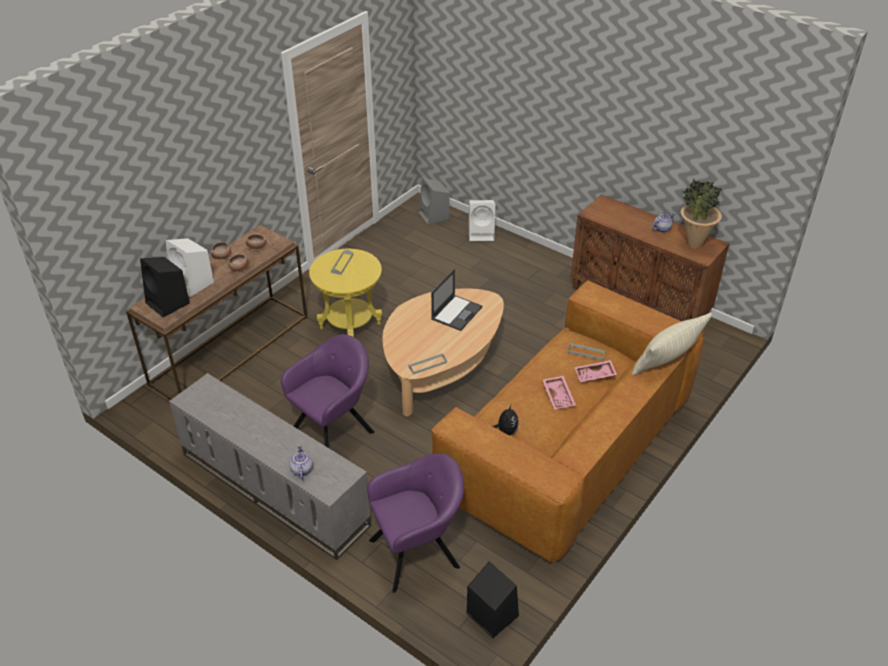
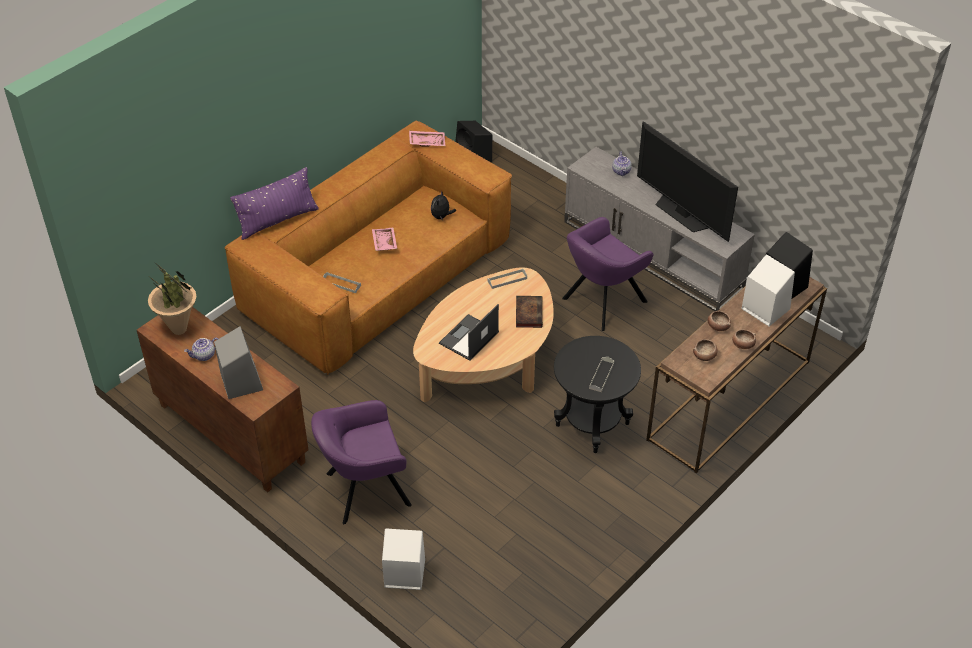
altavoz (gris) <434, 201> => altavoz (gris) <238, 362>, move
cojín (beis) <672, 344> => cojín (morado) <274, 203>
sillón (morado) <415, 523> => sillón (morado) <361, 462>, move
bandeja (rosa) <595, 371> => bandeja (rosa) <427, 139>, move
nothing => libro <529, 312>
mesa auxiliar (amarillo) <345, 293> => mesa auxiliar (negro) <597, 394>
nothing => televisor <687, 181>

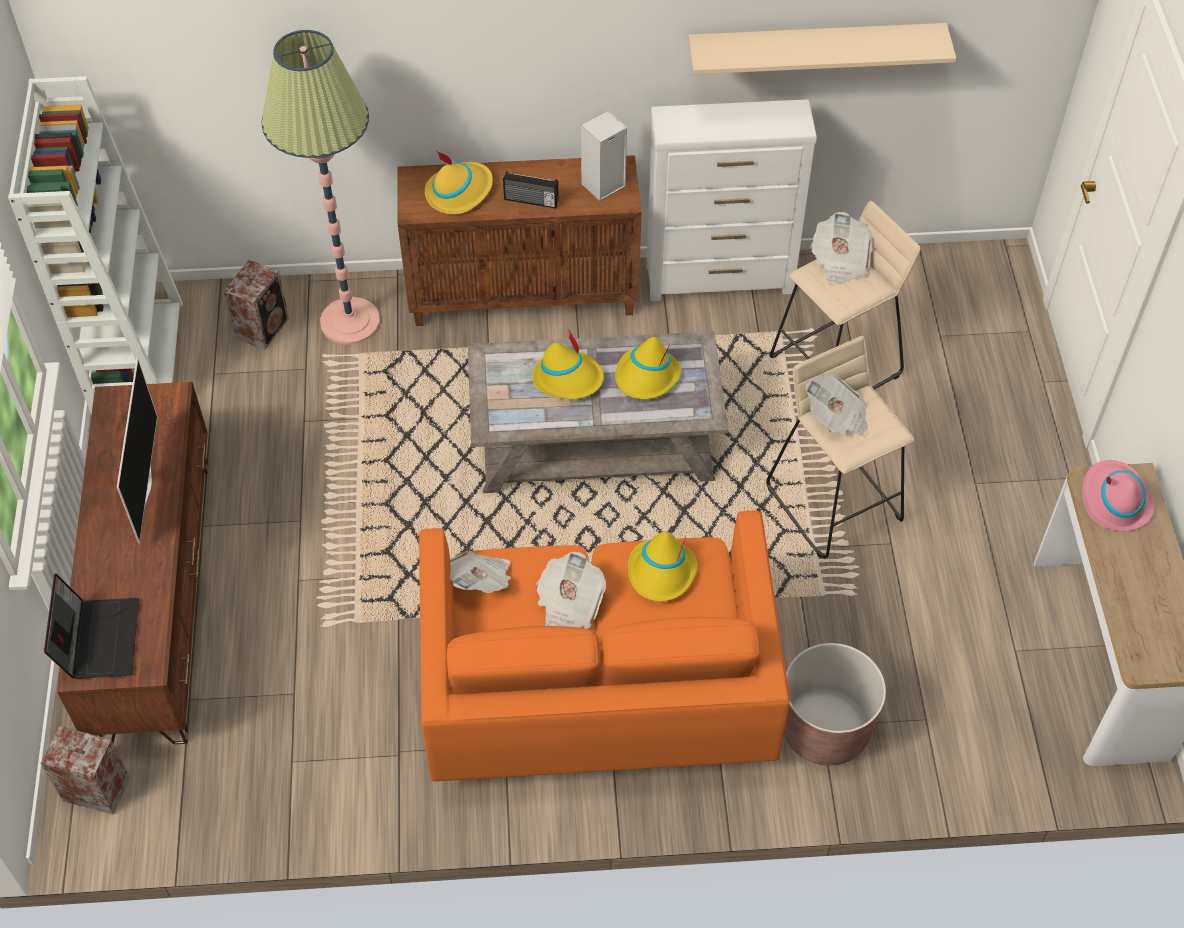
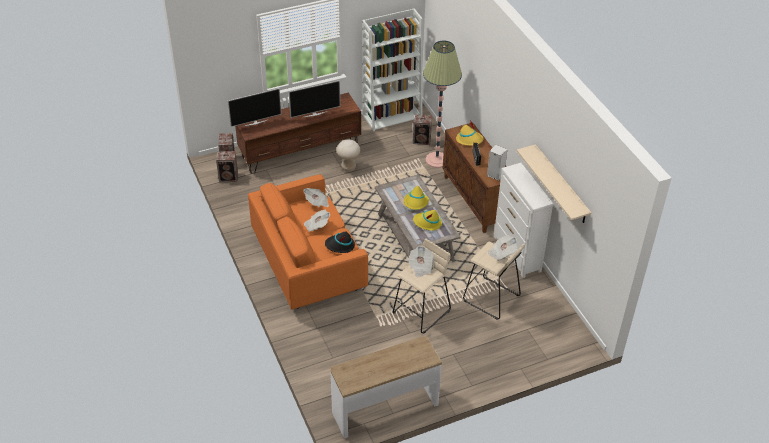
nothing => altavoz <227, 166>
portátil <91, 626> => televisor <254, 107>
sombrero (amarillo) <662, 566> => sombrero (negro) <340, 242>
nothing => taburete (beis) <348, 155>
maceta (marrón) <835, 704> => nothing
sombrero (rosa) <1118, 495> => nothing

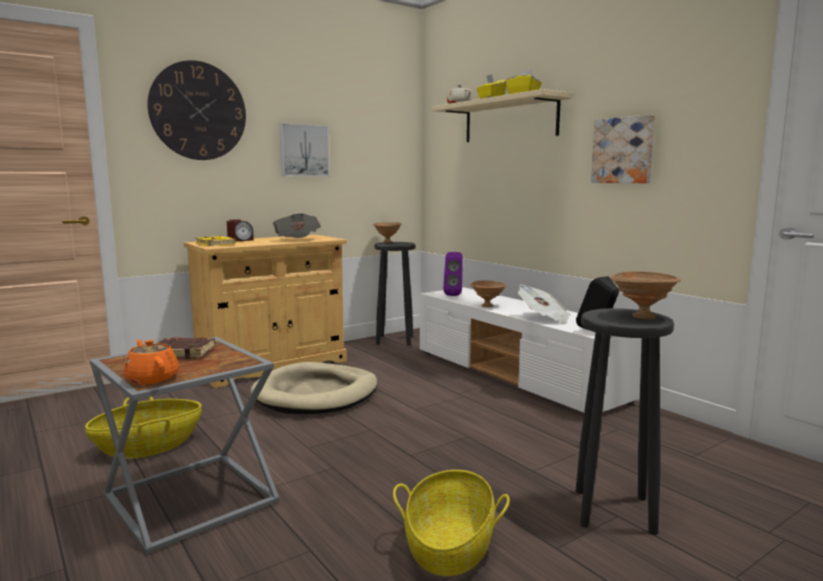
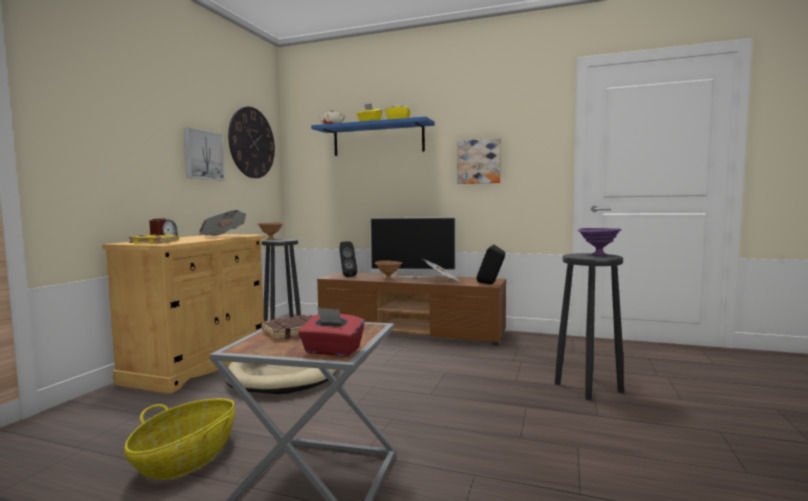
reloj de pared <197, 110> => reloj de pared <251, 142>, move
tetera (naranja) <151, 362> => caja de pañuelos (rojo) <331, 331>
estante (beis) <502, 115> => estante (azul) <373, 136>
mueble de televisión (blanco) <531, 349> => mueble de televisión (marrón) <411, 308>
altavoz (morado) <453, 274> => altavoz (negro) <348, 259>
nothing => televisor <413, 247>
cuenco (marrón) <646, 295> => cuenco (morado) <599, 242>
cesta <451, 523> => nothing

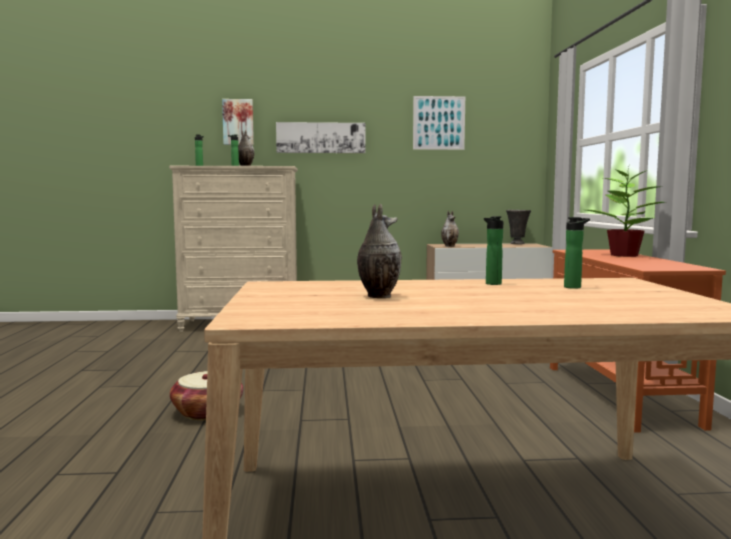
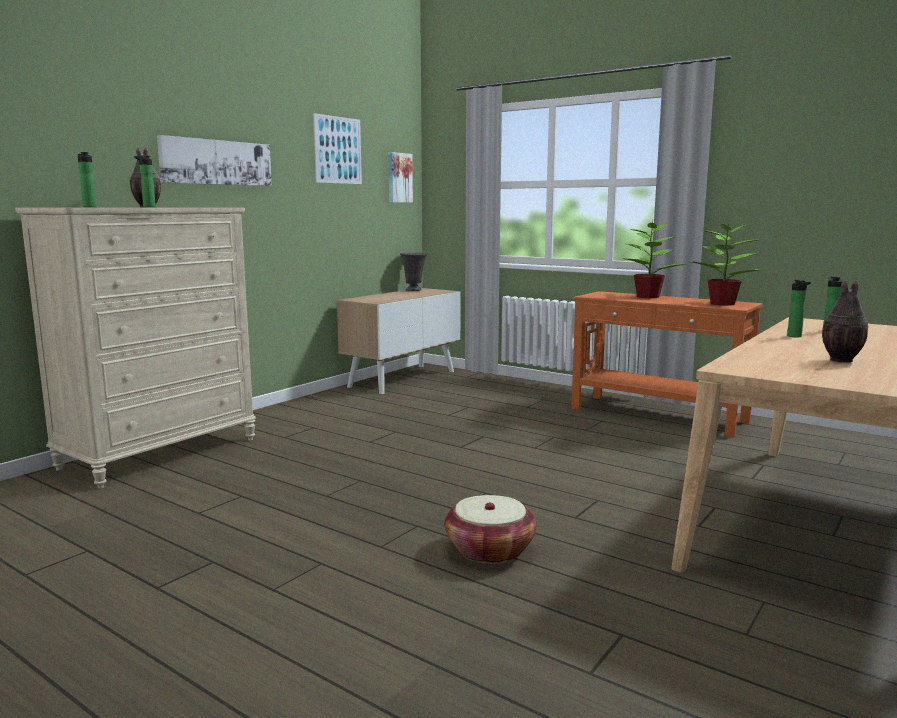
cuadro <238, 122> => cuadro <400, 177>, move
nothing => planta en maceta <724, 262>
florero <450, 229> => nothing

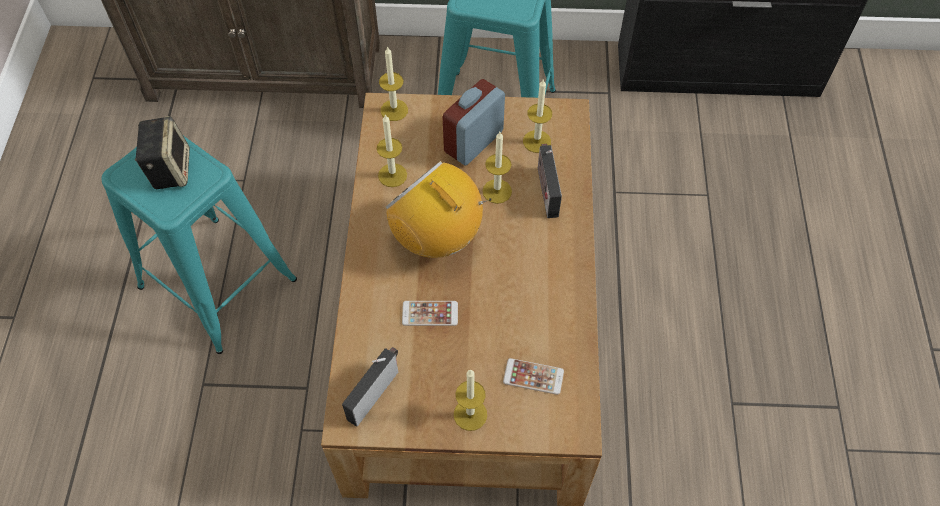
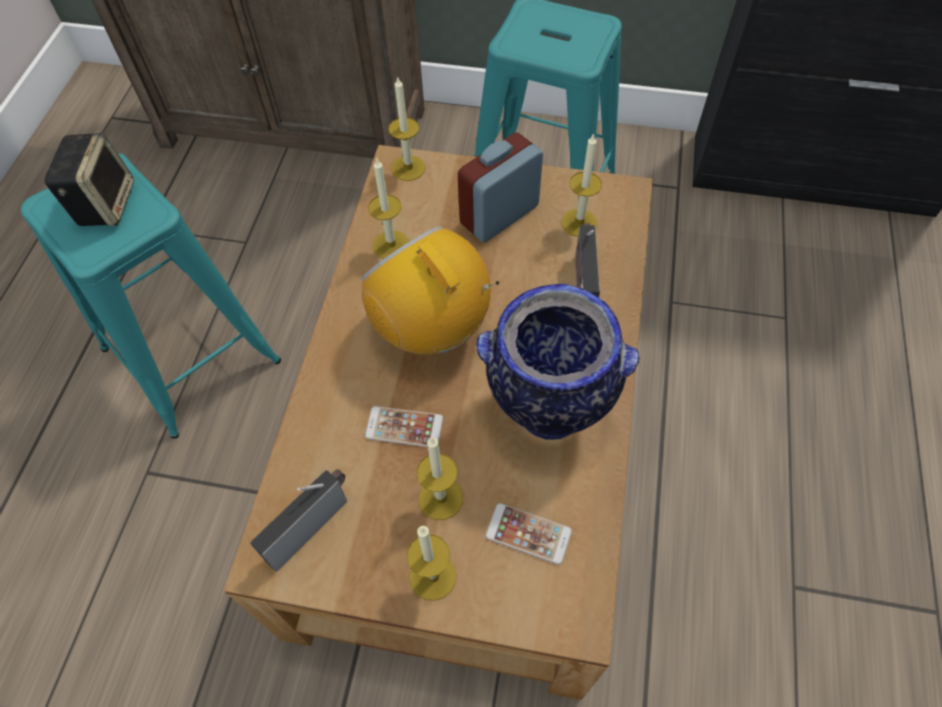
vela <497, 168> => vela <440, 478>, move
nothing => florero <557, 362>

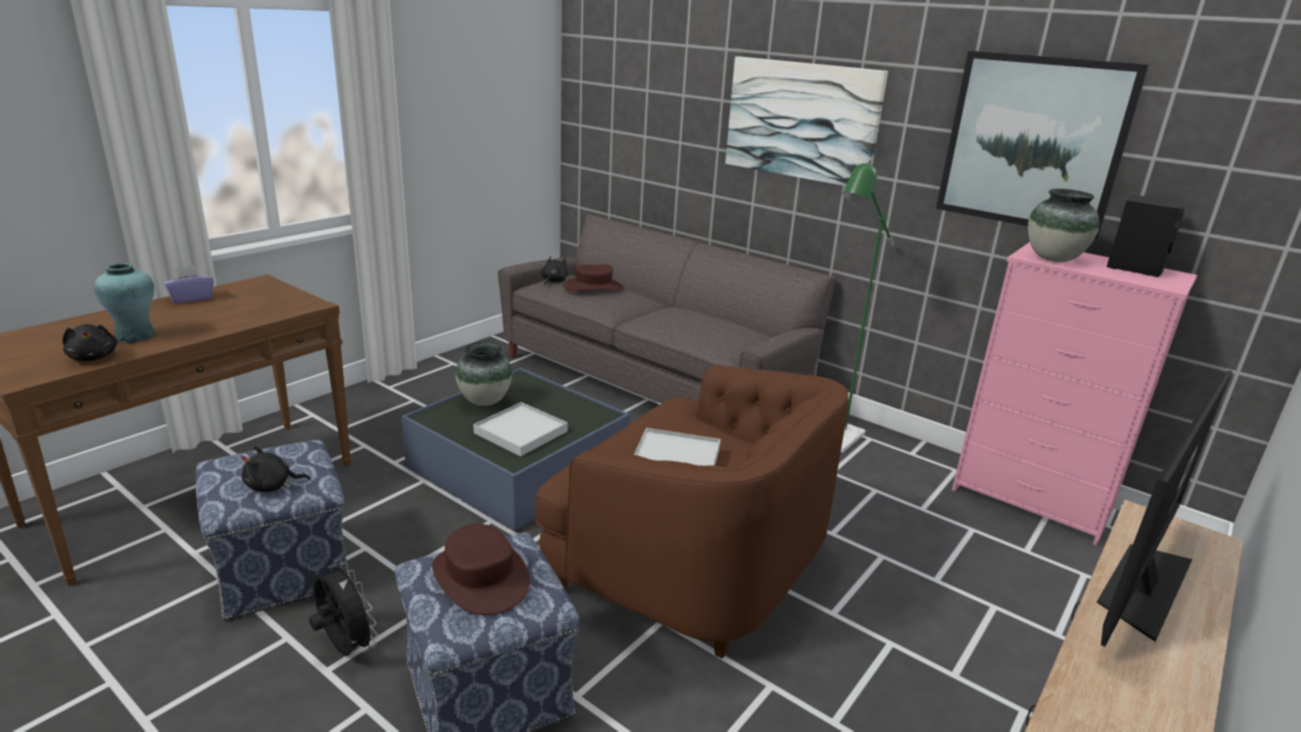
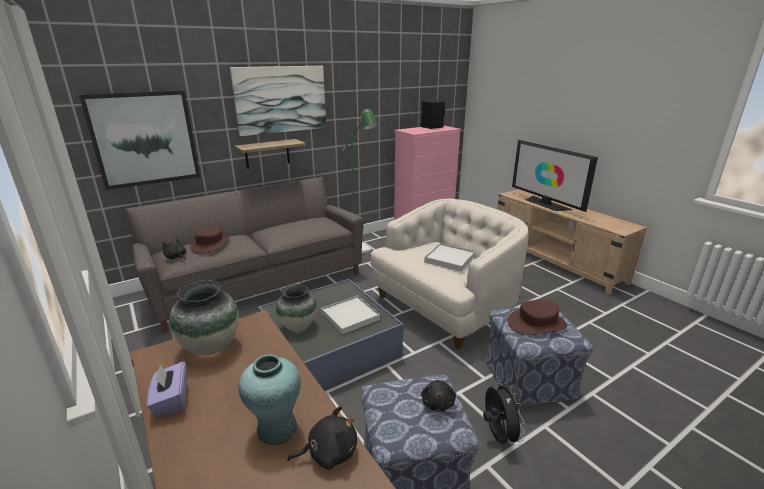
cuadro <1042, 145> => cuadro <139, 140>, move
florero <1063, 225> => florero <204, 318>, move
nothing => estante <270, 154>
sillón (marrón) <691, 512> => sillón (blanco) <450, 274>
ventilador (negro) <343, 607> => ventilador (negro) <504, 414>, 105 degrees clockwise

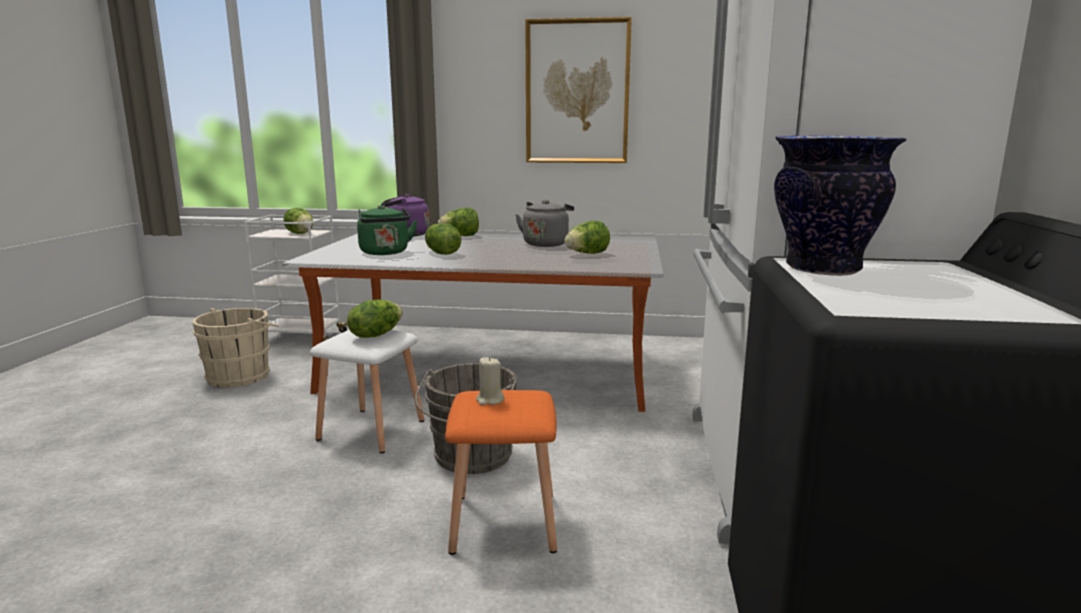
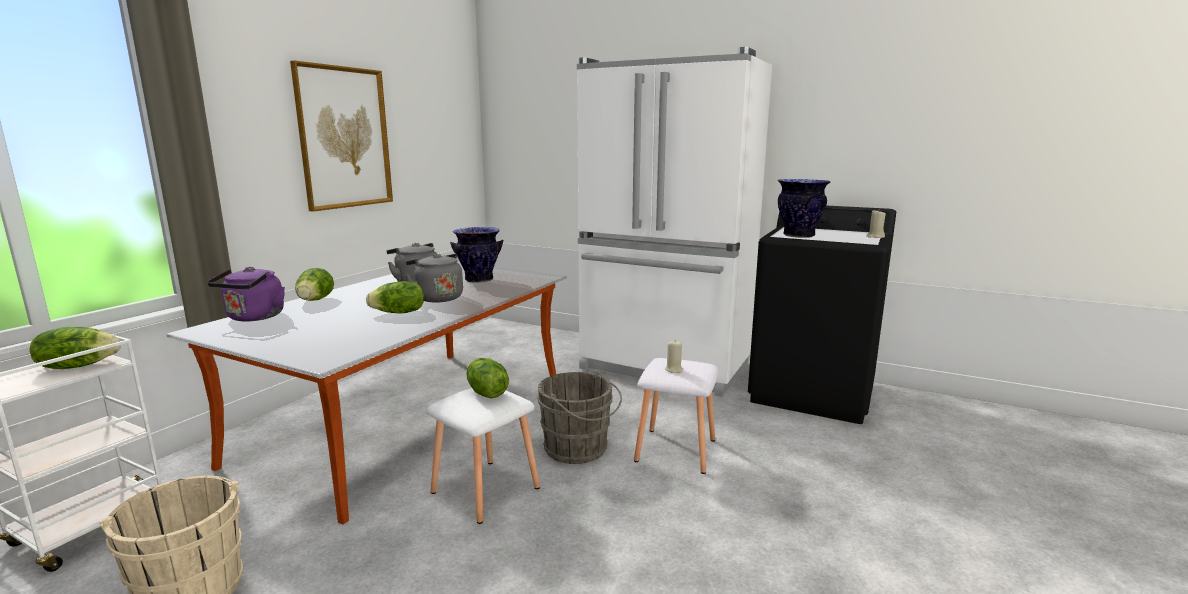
nothing => hervidor (gris) <434, 277>
lechuga <587, 237> => florero <476, 255>
taburete (naranja) <501, 472> => taburete (blanco) <676, 416>
nothing => vela (beis) <876, 224>
hervidor (verde) <387, 230> => nothing

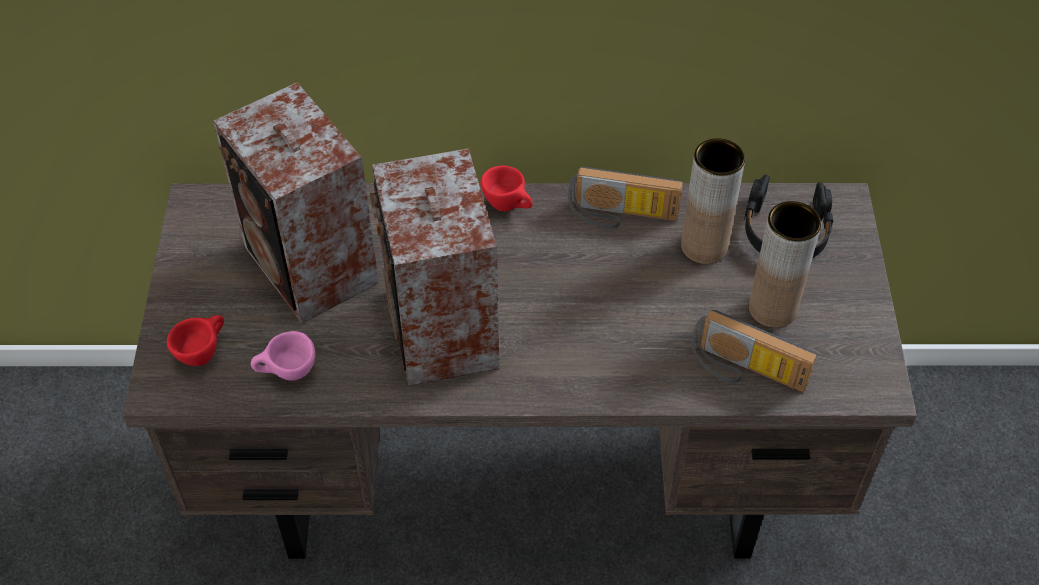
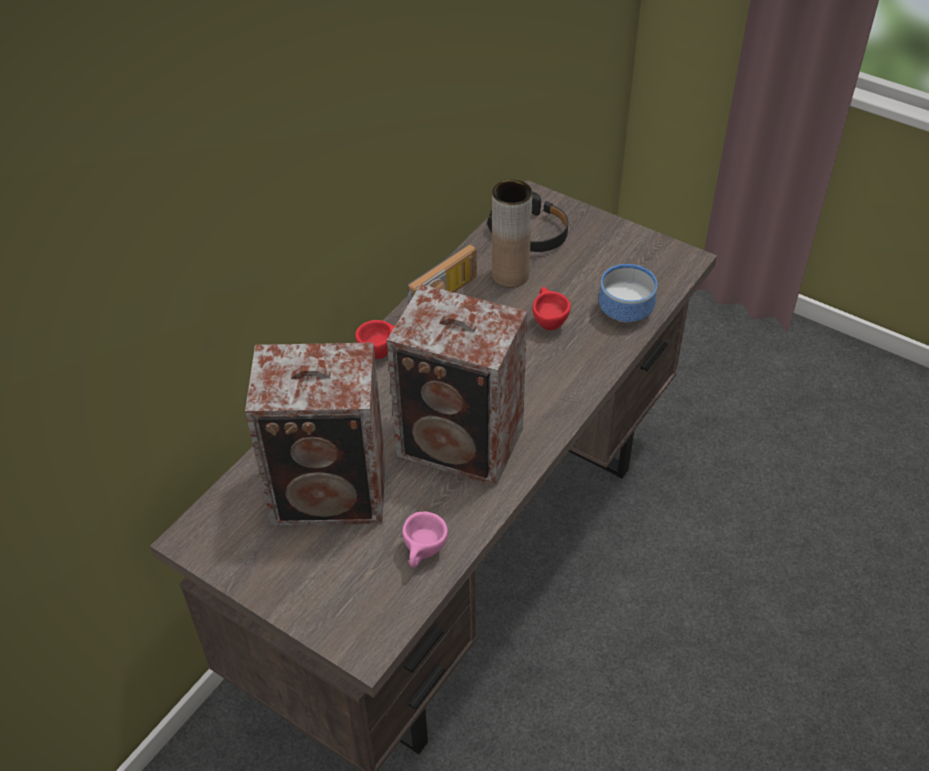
taza (rojo) <195, 340> => taza (rojo) <552, 308>, move
radio <754, 351> => cuenco <628, 293>
florero (marrón) <785, 264> => nothing

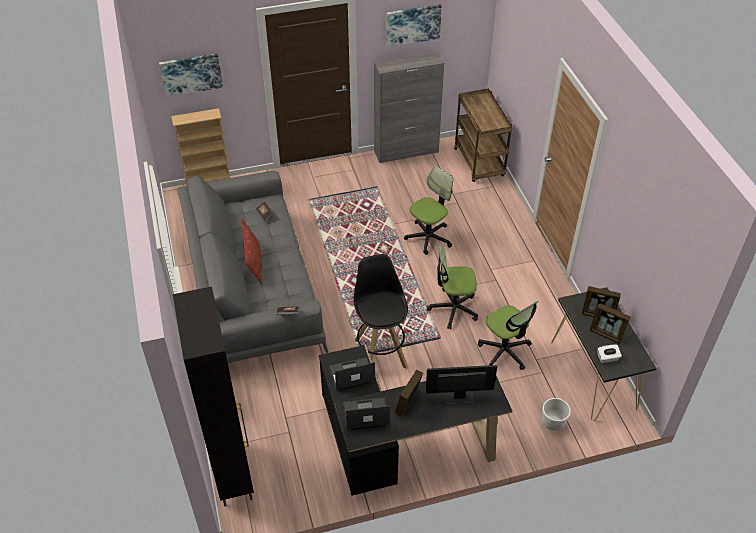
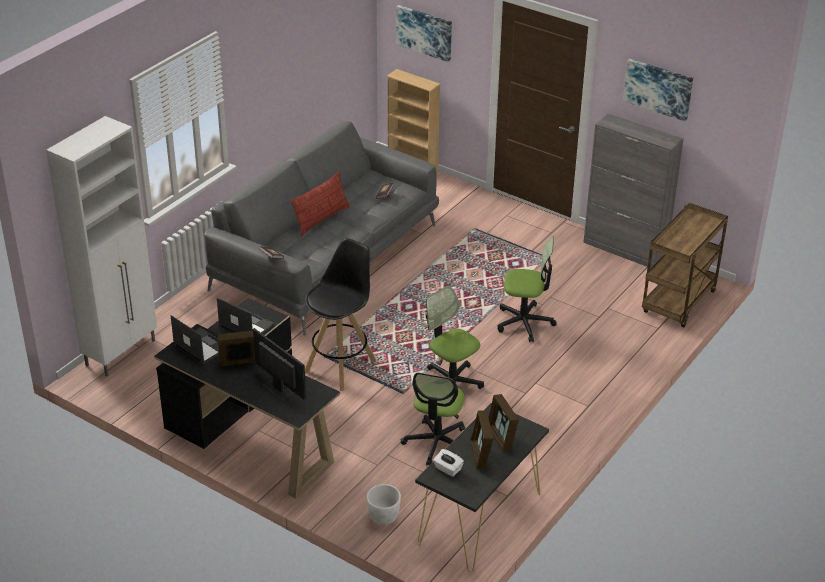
armario (negro) <213, 396> => armario (blanco) <101, 246>

